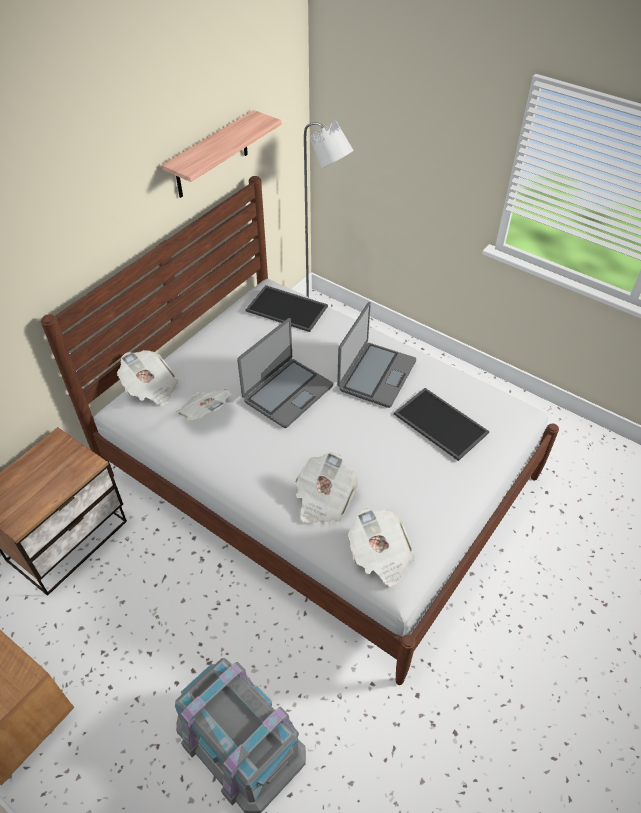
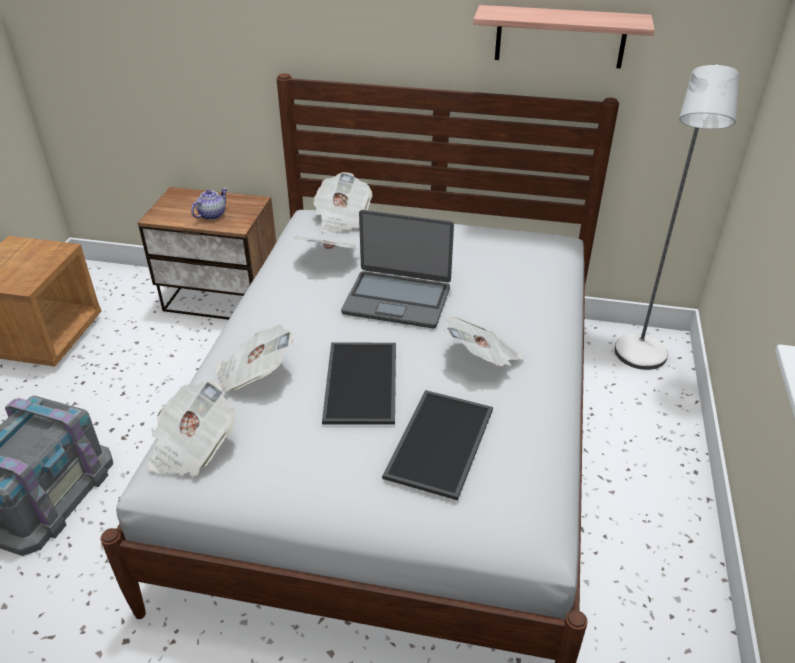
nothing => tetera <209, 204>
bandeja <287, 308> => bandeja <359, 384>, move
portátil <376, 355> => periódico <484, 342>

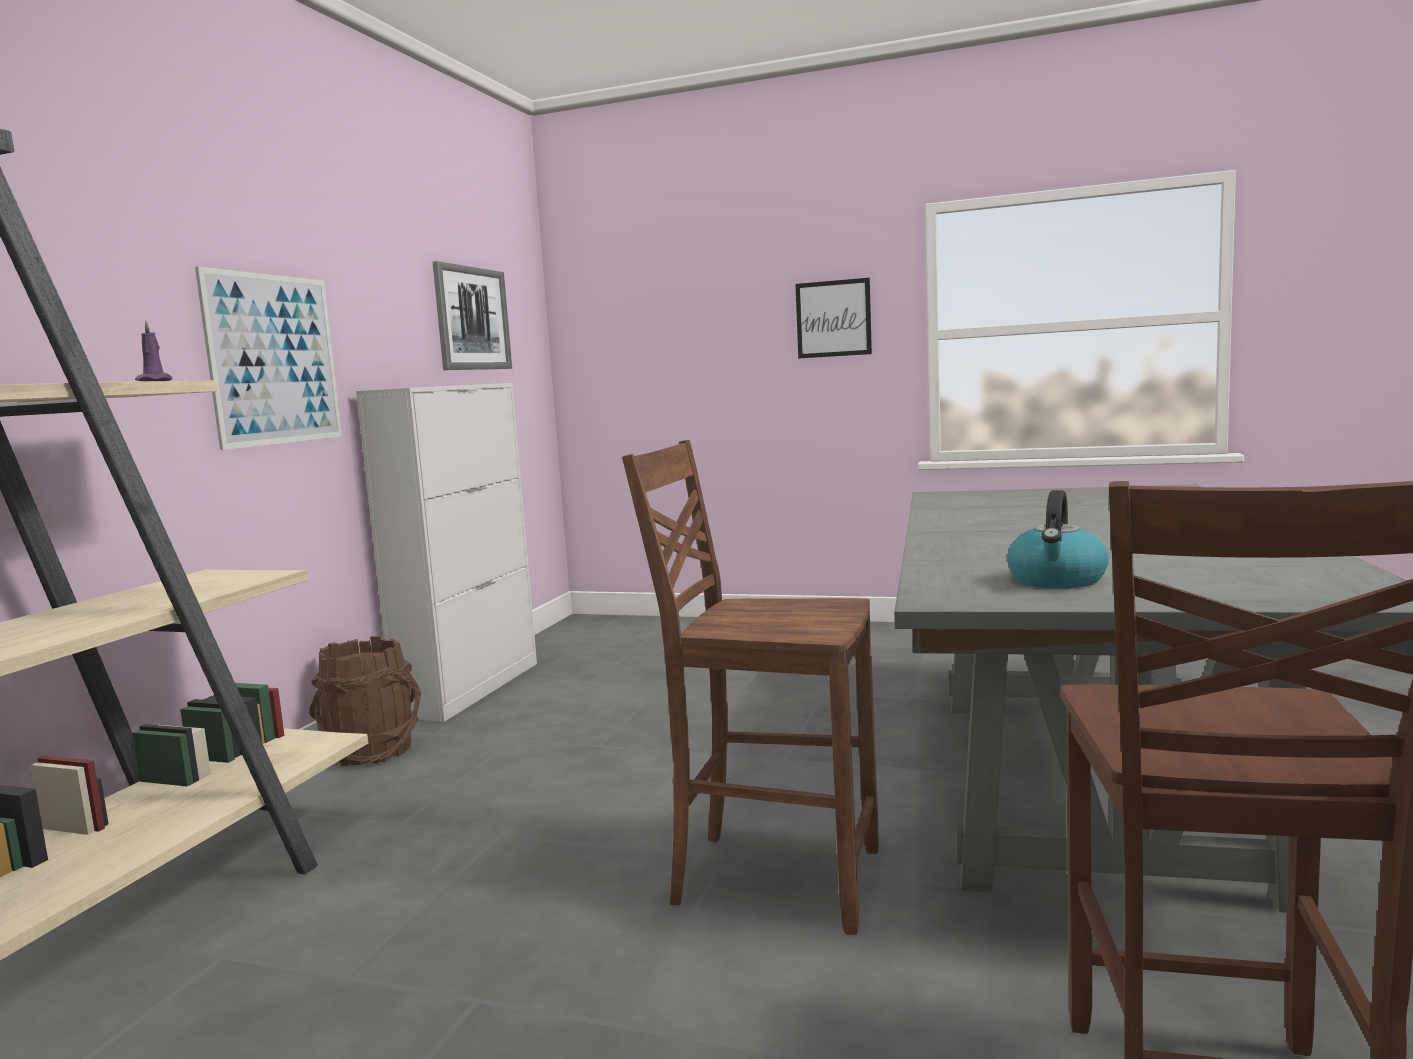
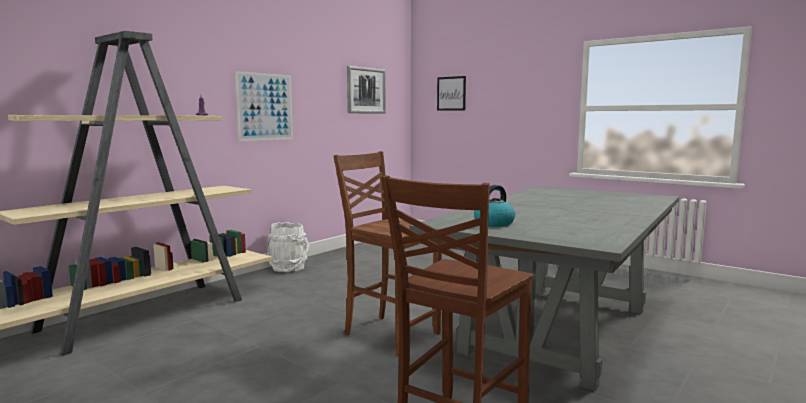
cubo (marrón) <365, 701> => cubo (blanco) <287, 247>
cuadro <833, 318> => cuadro <451, 93>, move
armario (blanco) <446, 552> => nothing

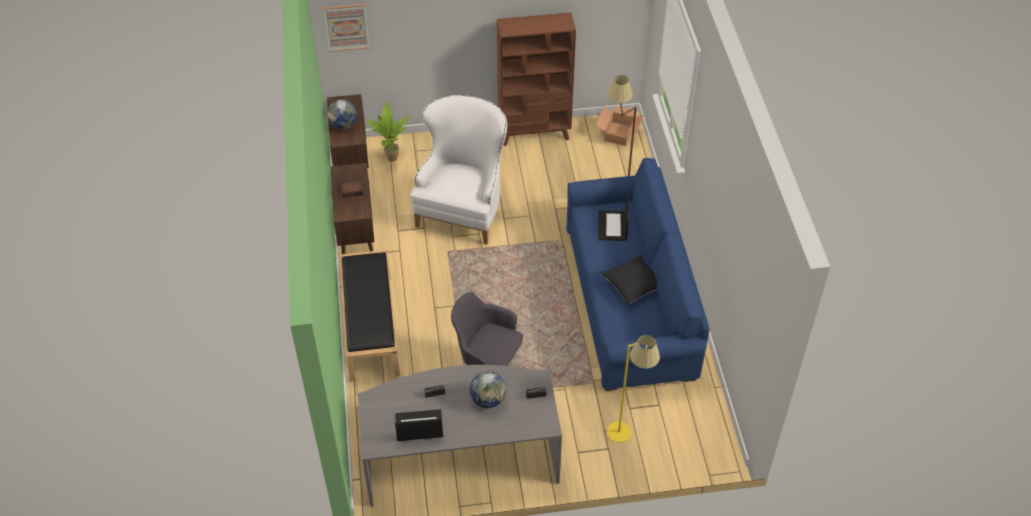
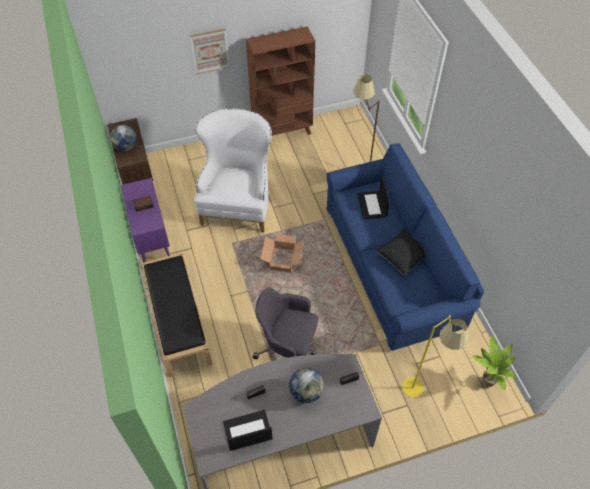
armario (marrón) <352, 208> => armario (morado) <145, 220>
cuadro <346, 28> => cuadro <209, 51>, move
caja de cartón <620, 126> => caja de cartón <282, 253>, move
planta en maceta <387, 132> => planta en maceta <494, 362>, move

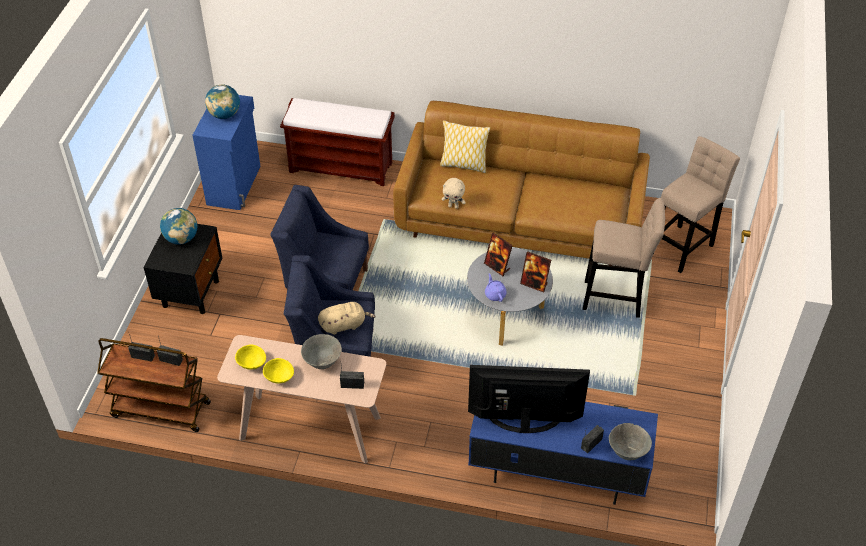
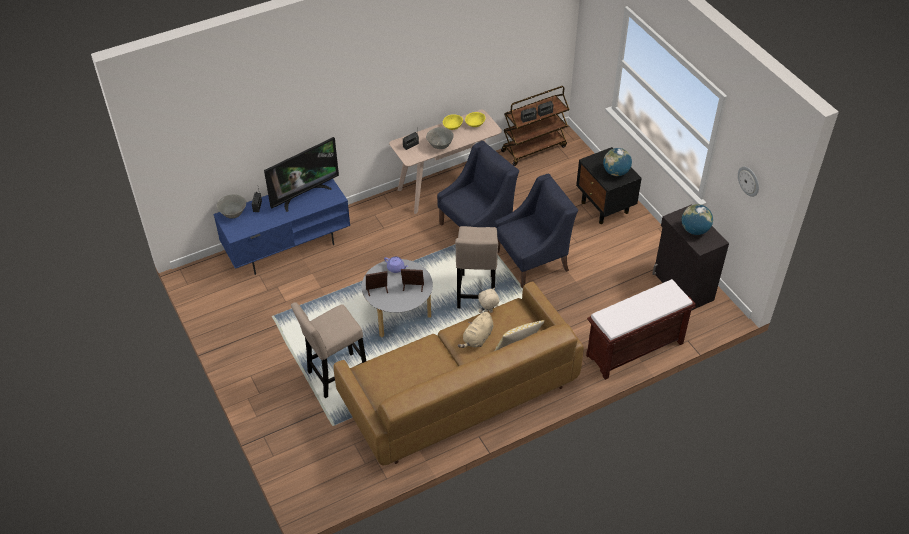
taburete (beis) <700, 204> => taburete (beis) <476, 267>, move
peluche (beis) <347, 318> => peluche (beis) <475, 330>, move
armario (azul) <226, 152> => armario (negro) <690, 258>
nothing => reloj de pared <748, 181>

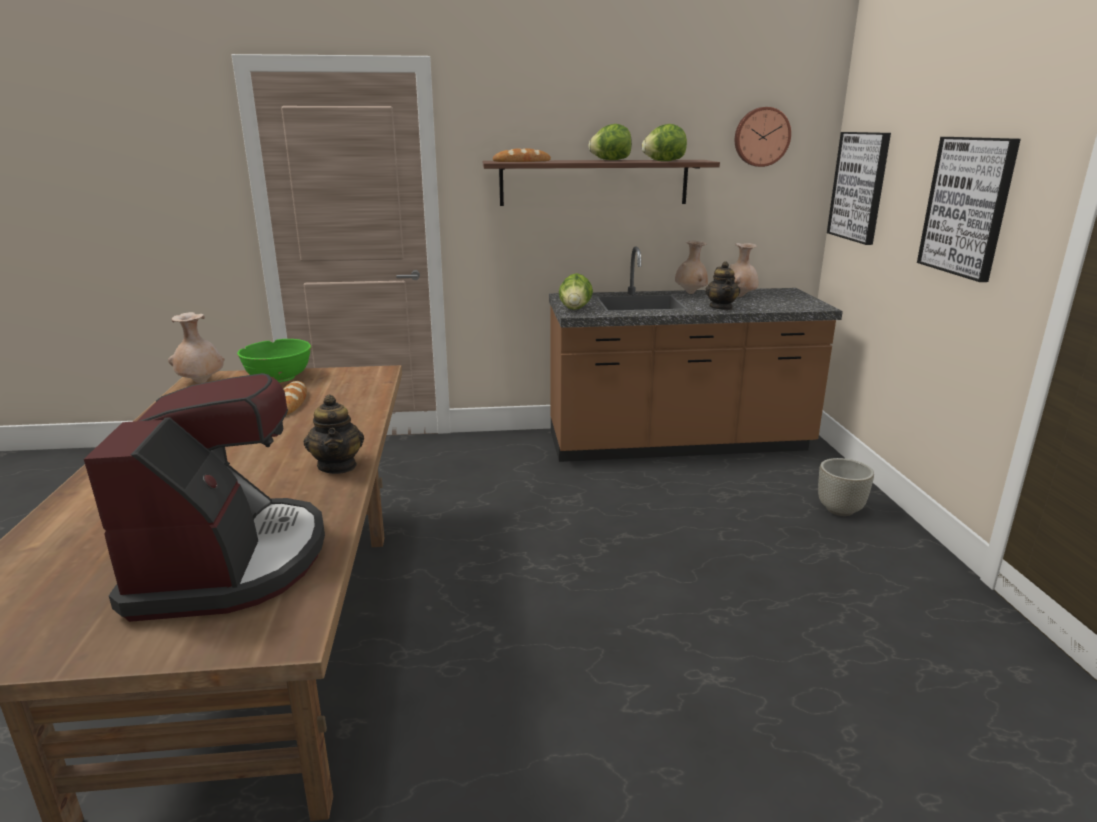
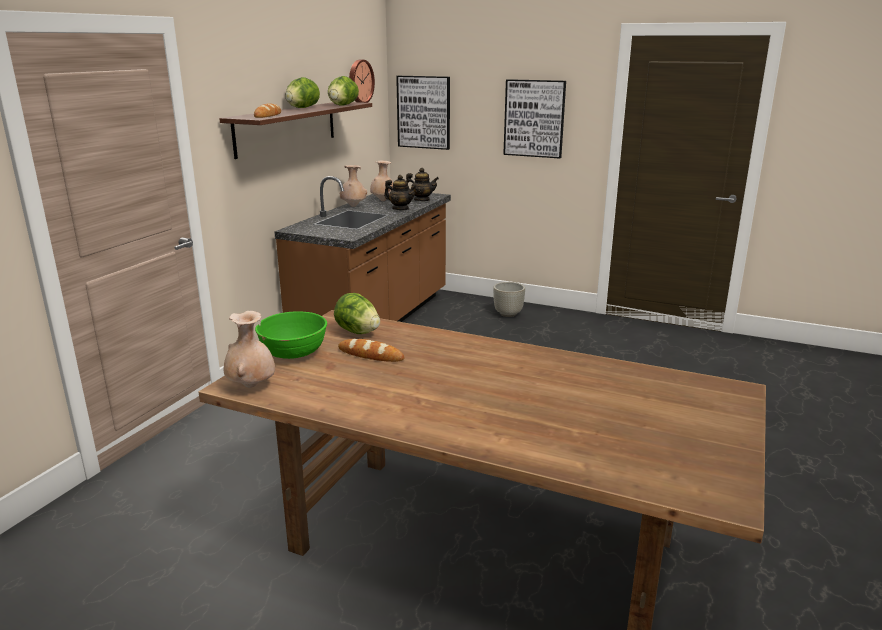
lechuga <576, 291> => lechuga <357, 313>, move
tetera <334, 434> => tetera <422, 184>, move
cafetera <204, 497> => nothing

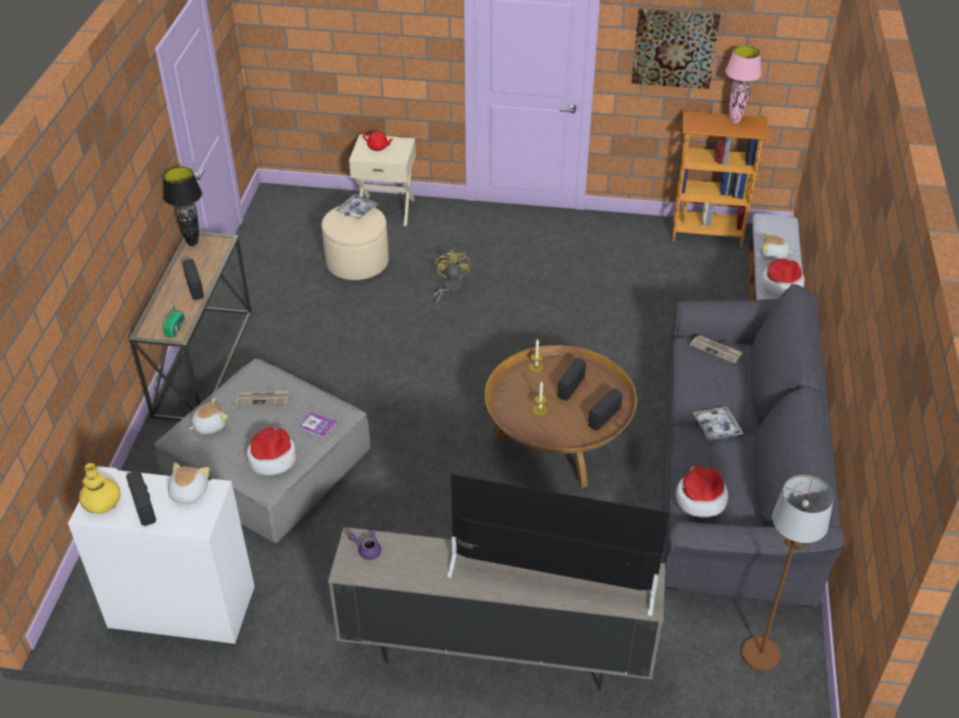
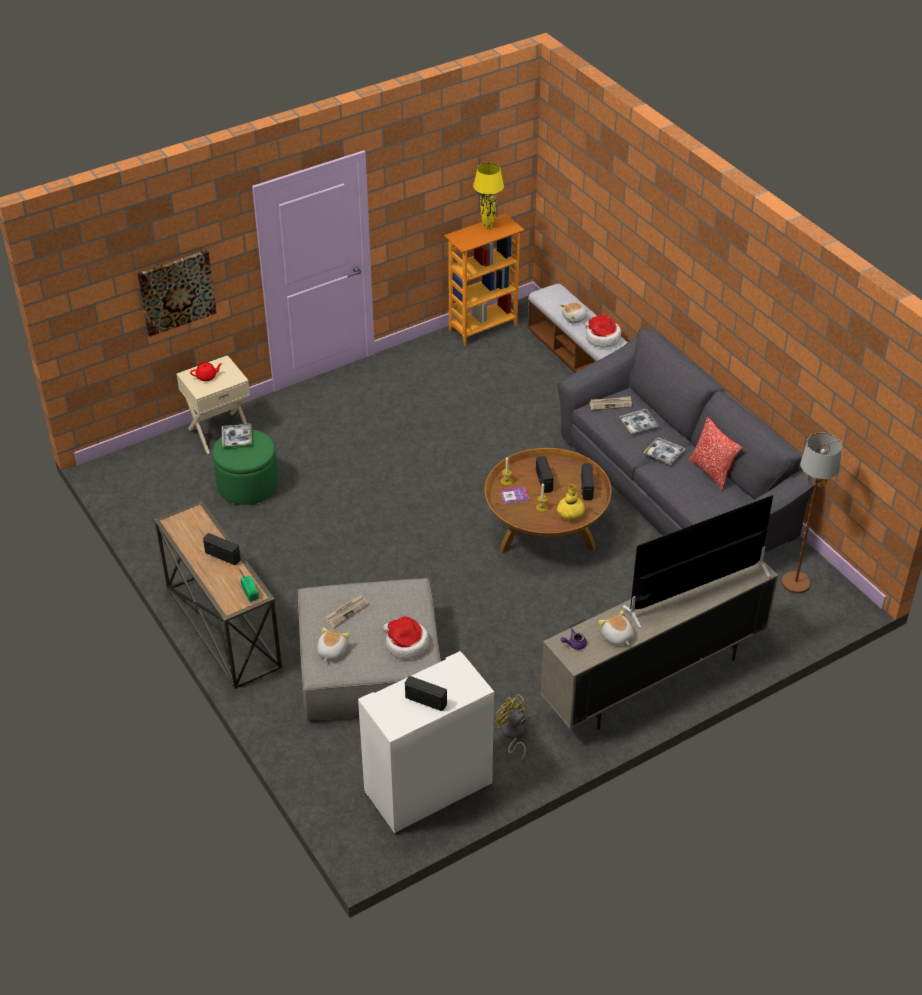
cuadro <675, 49> => cuadro <177, 293>, move
puf (beis) <355, 243> => puf (verde) <245, 467>
lámpara de mesa (rosa) <743, 84> => lámpara de mesa (amarillo) <488, 196>
ventilador (amarillo) <451, 277> => ventilador (amarillo) <510, 727>, move
libro <318, 425> => libro <514, 496>, move
florero (amarillo) <99, 488> => florero (amarillo) <571, 502>, move
peluche <188, 484> => peluche <616, 627>, move
nothing => bandeja <639, 421>
nothing => cojín <715, 454>
lámpara de mesa (negro) <182, 206> => nothing
sombrero <702, 491> => nothing

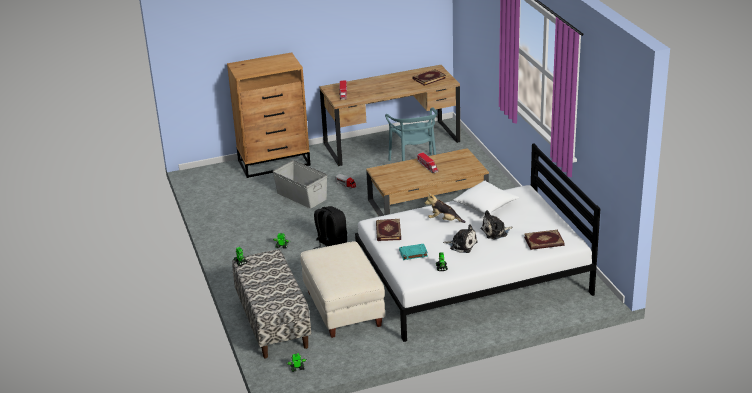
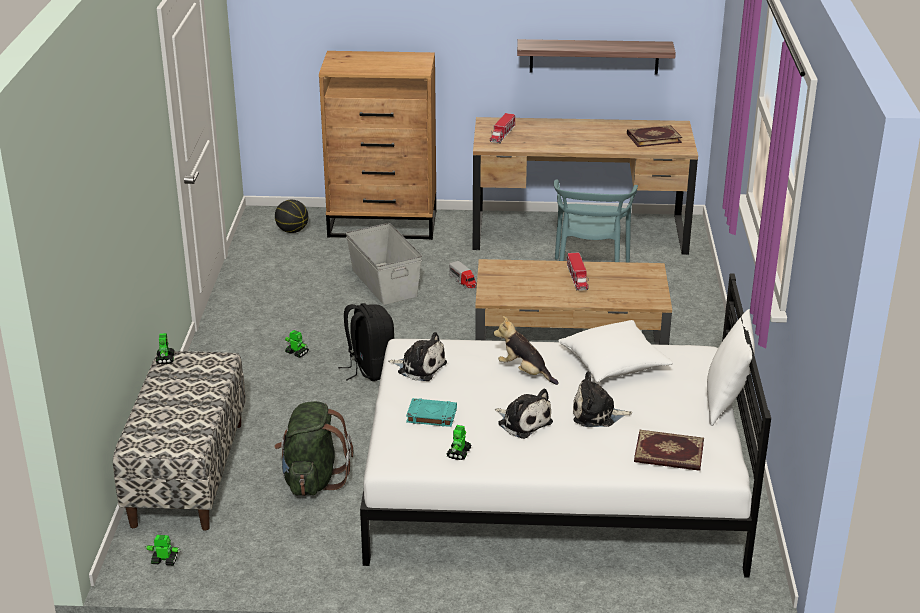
puf (beis) <342, 289> => mochila (verde) <313, 448>
nothing => balón de baloncesto <291, 216>
libro <388, 230> => peluche <417, 356>
nothing => estante <596, 57>
nothing => cojín (blanco) <731, 367>

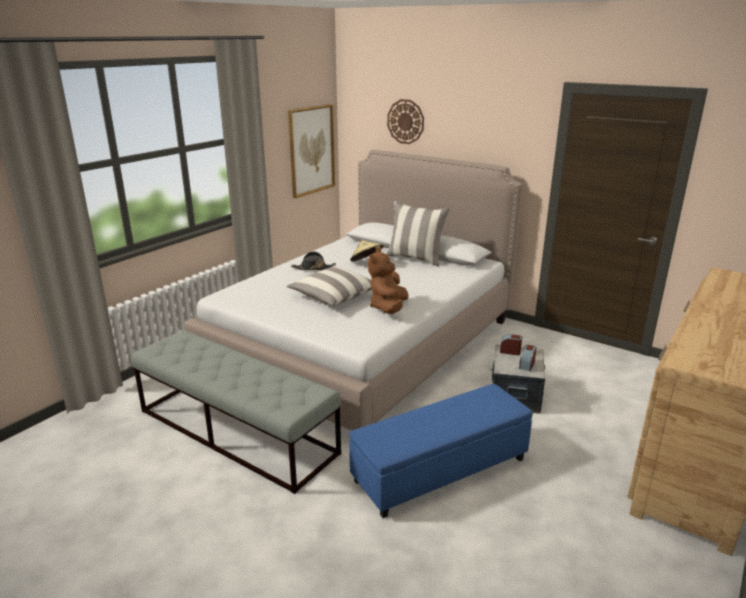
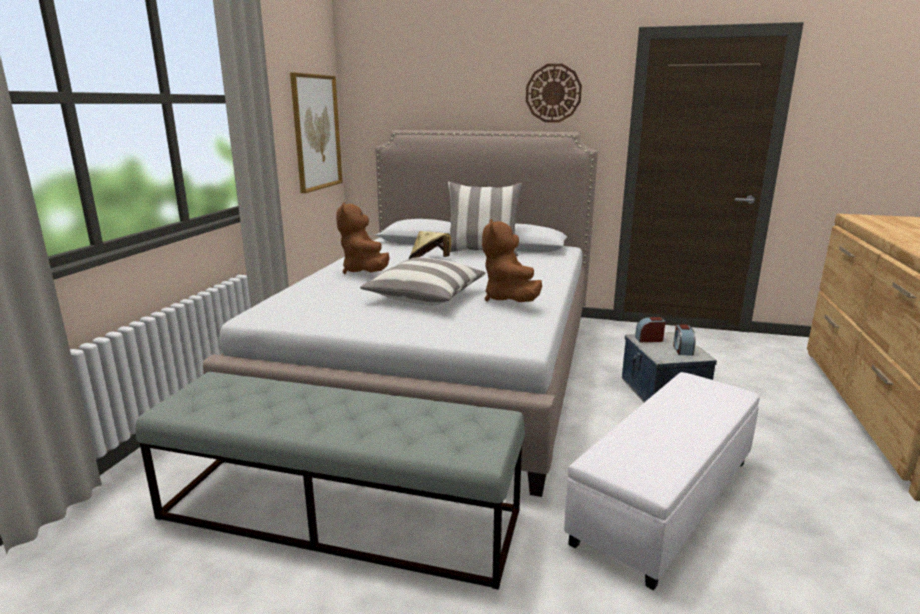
sombrero (negro) <313, 260> => peluche (marrón) <363, 238>
reloj de pared <405, 121> => reloj de pared <554, 93>, move
puf (azul) <440, 451> => puf (blanco) <662, 481>

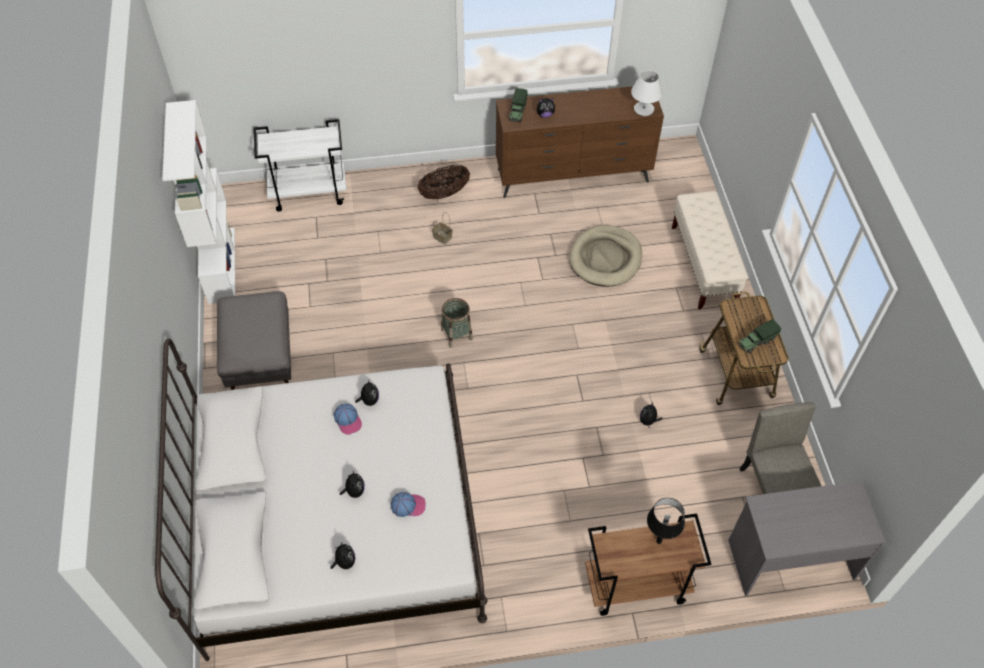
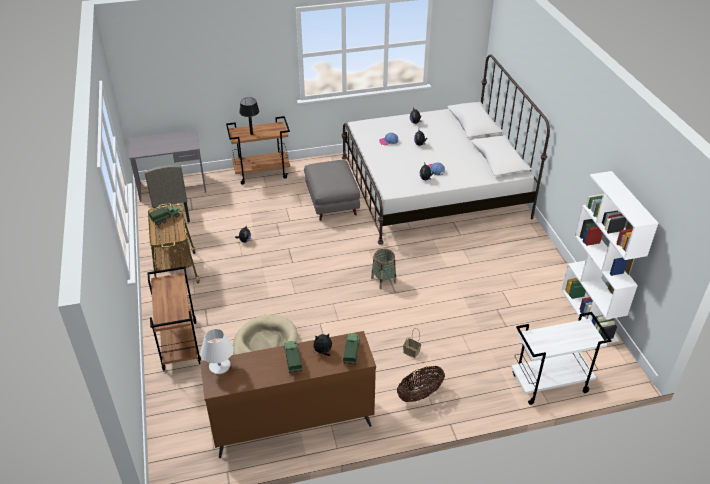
banco (beis) <710, 250> => carrito (marrón) <174, 318>
nothing => camión de juguete <293, 357>
puf (gris) <254, 340> => puf (gris) <332, 190>, move

